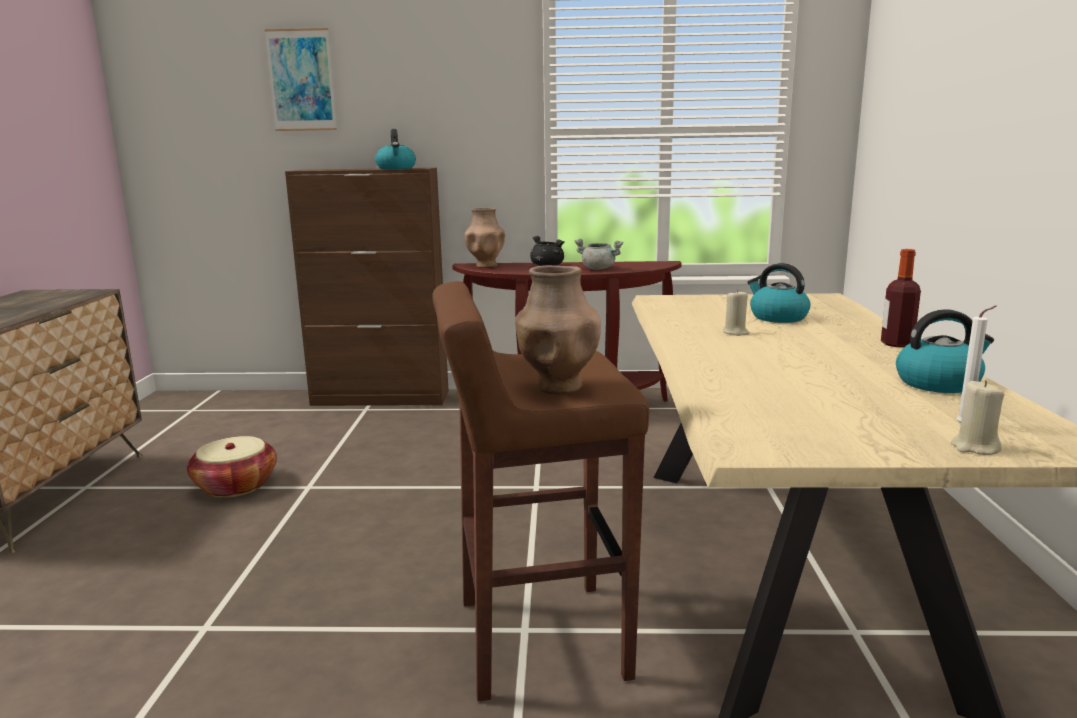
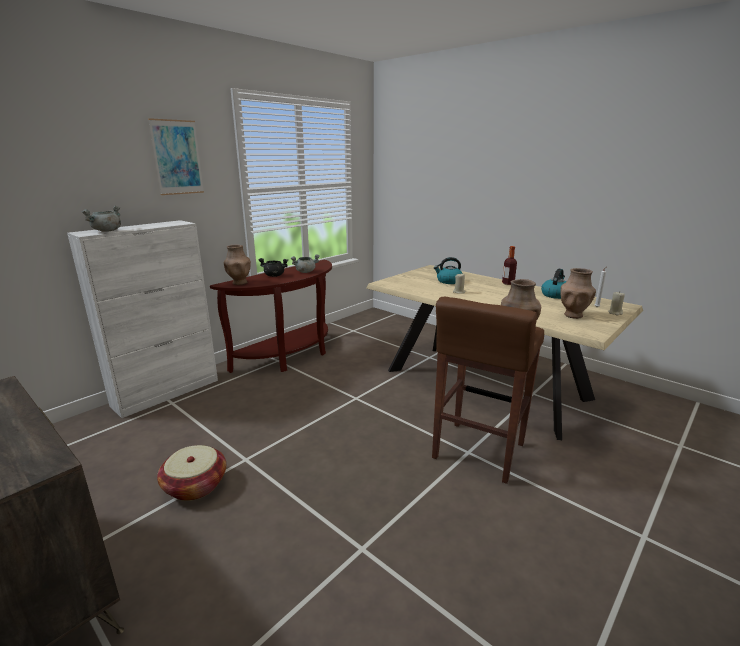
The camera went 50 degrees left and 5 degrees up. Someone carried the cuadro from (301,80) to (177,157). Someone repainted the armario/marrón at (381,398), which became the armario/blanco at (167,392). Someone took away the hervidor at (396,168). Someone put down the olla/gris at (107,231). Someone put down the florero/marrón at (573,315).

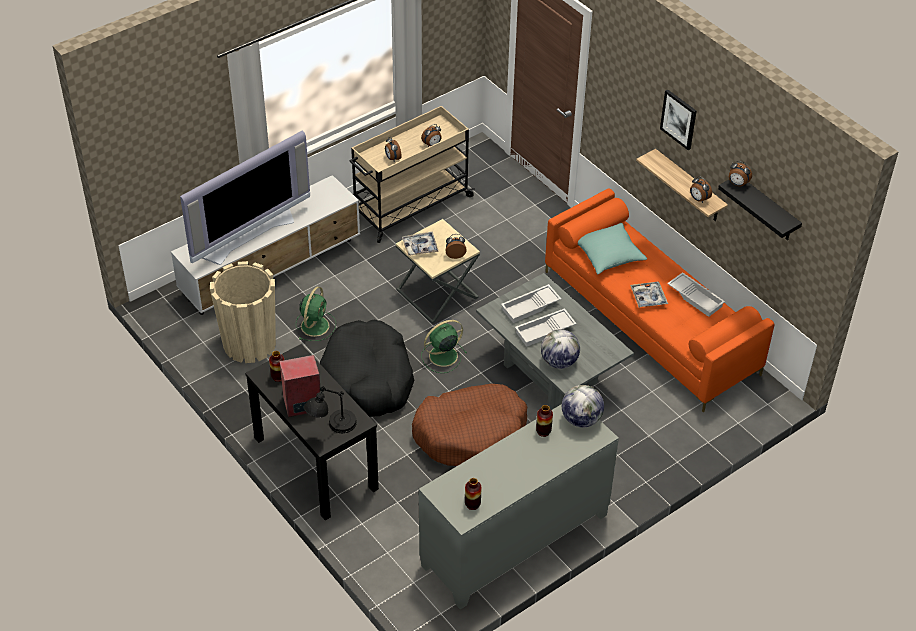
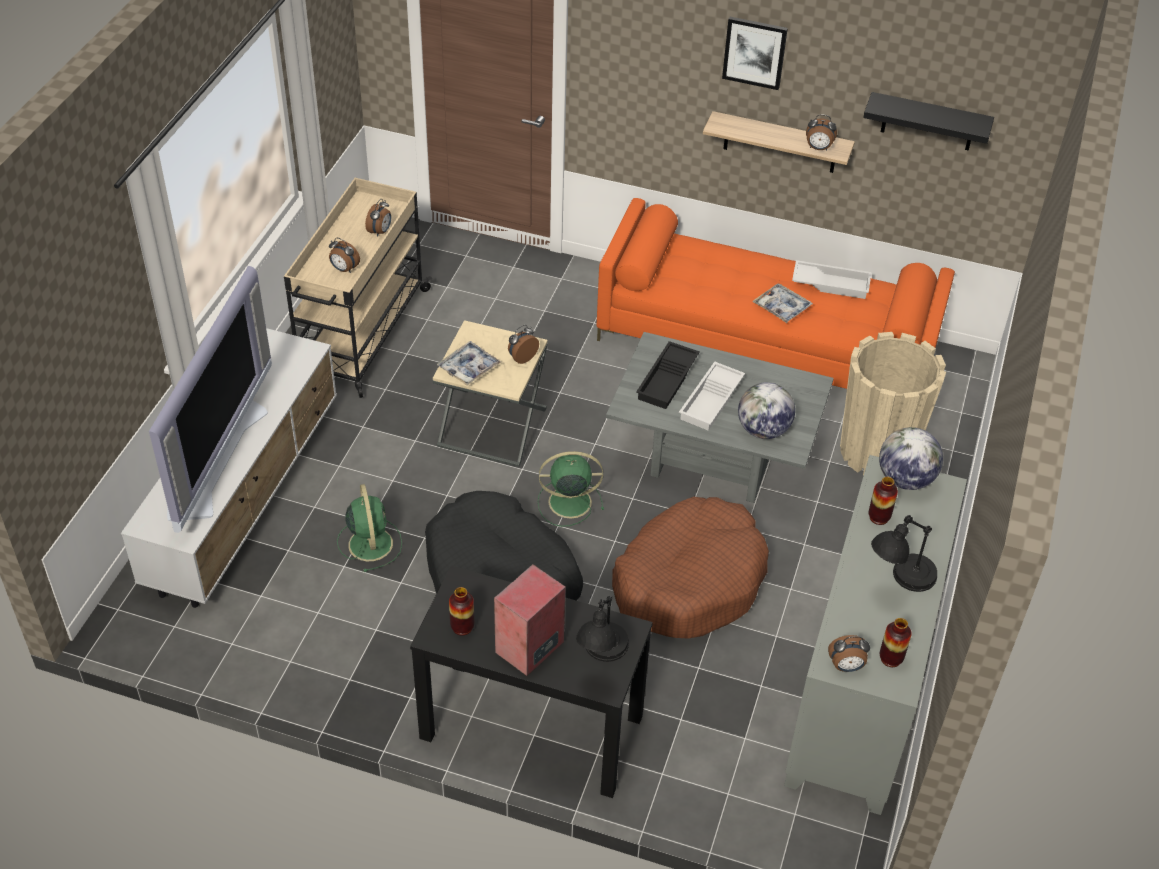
The camera went 35 degrees left and 0 degrees up. Someone carried the maceta/beis from (249,343) to (877,451). Someone rotated the ventilador/verde at (442,356) by 60 degrees clockwise. Someone repainted the bandeja/blanco at (530,307), which became the bandeja/negro at (668,380). Someone took away the cojín/turquesa at (609,256). Someone carried the despertador from (737,184) to (846,667). Someone put down the lámpara de mesa/negro at (899,583).

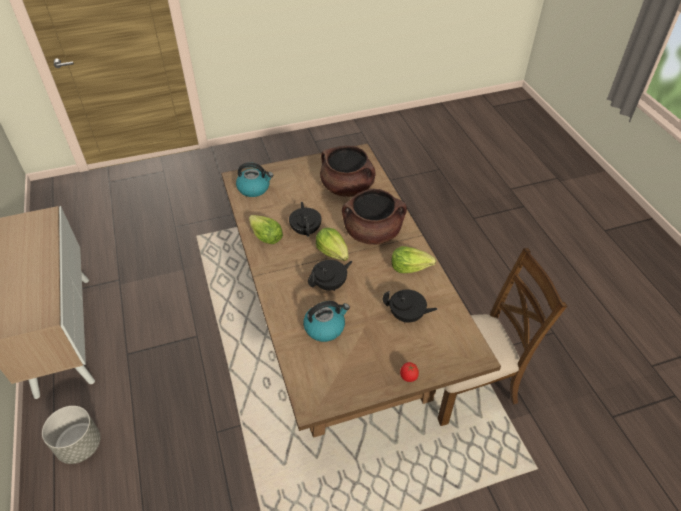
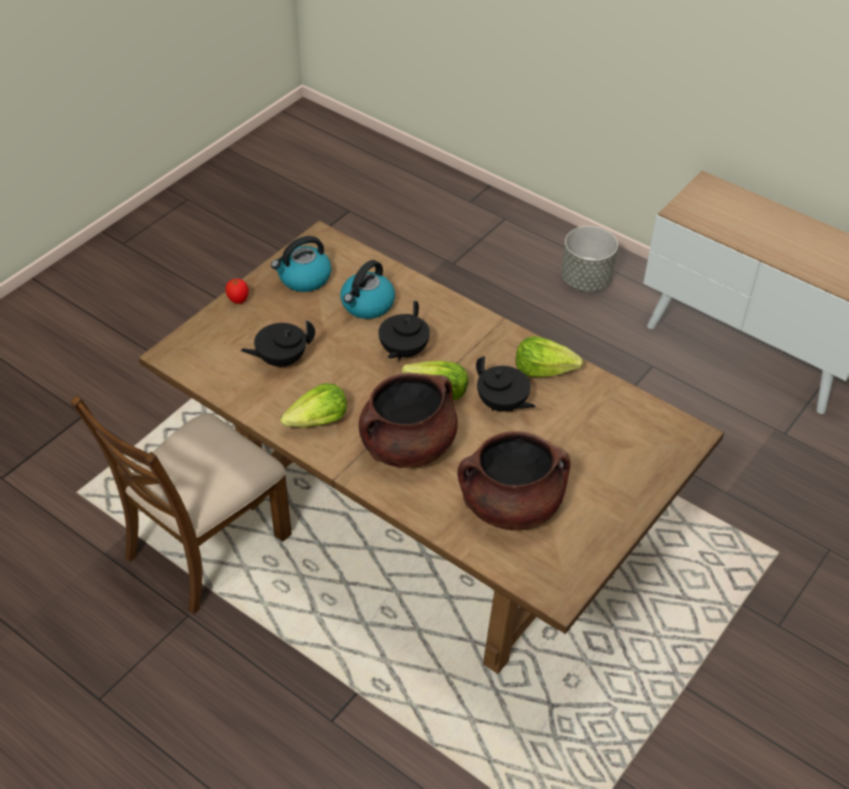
The camera went 145 degrees right and 0 degrees up. Someone carried the hervidor from (254,188) to (304,278).

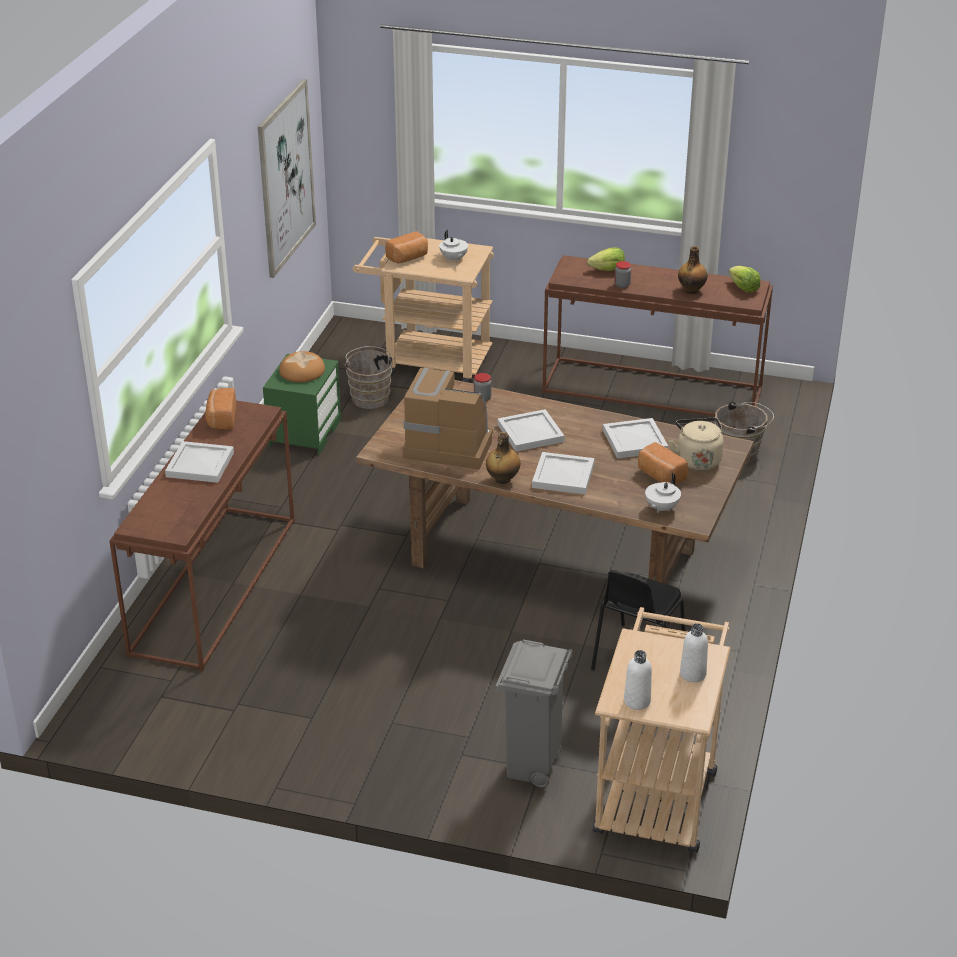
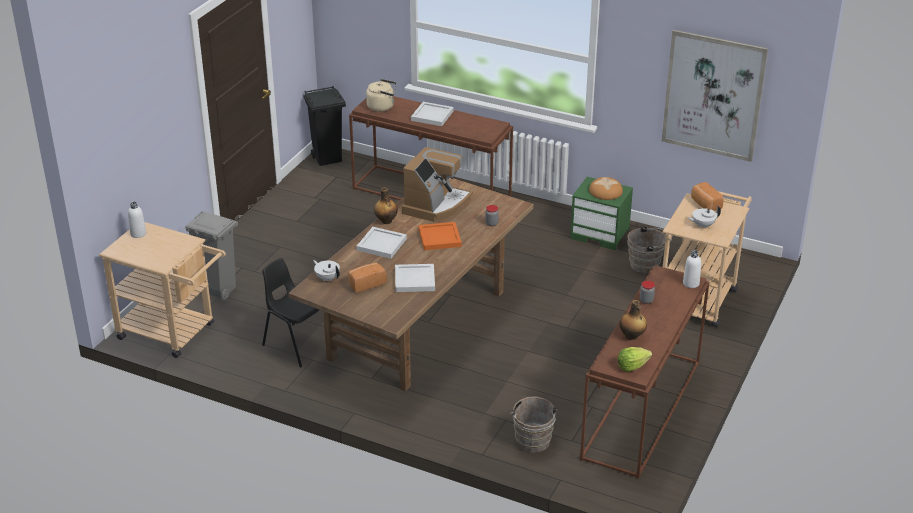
The camera went 100 degrees right and 0 degrees up. Someone took away the pan at (221,419). Someone repainted the bandeja/blanco at (530,433), which became the bandeja/naranja at (439,237). Someone took away the lechuga at (608,270). Someone carried the hervidor/beis from (697,460) to (382,107). Someone carried the botella/blanco from (693,674) to (691,283). Someone put down the papelera/negro at (328,159).

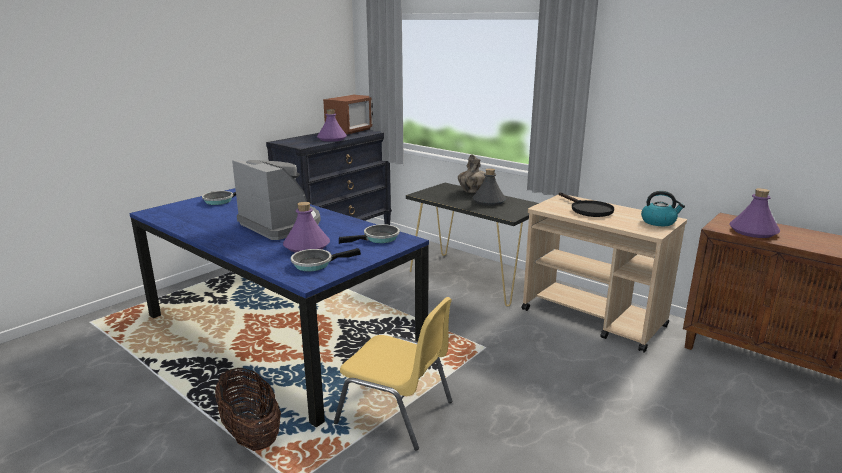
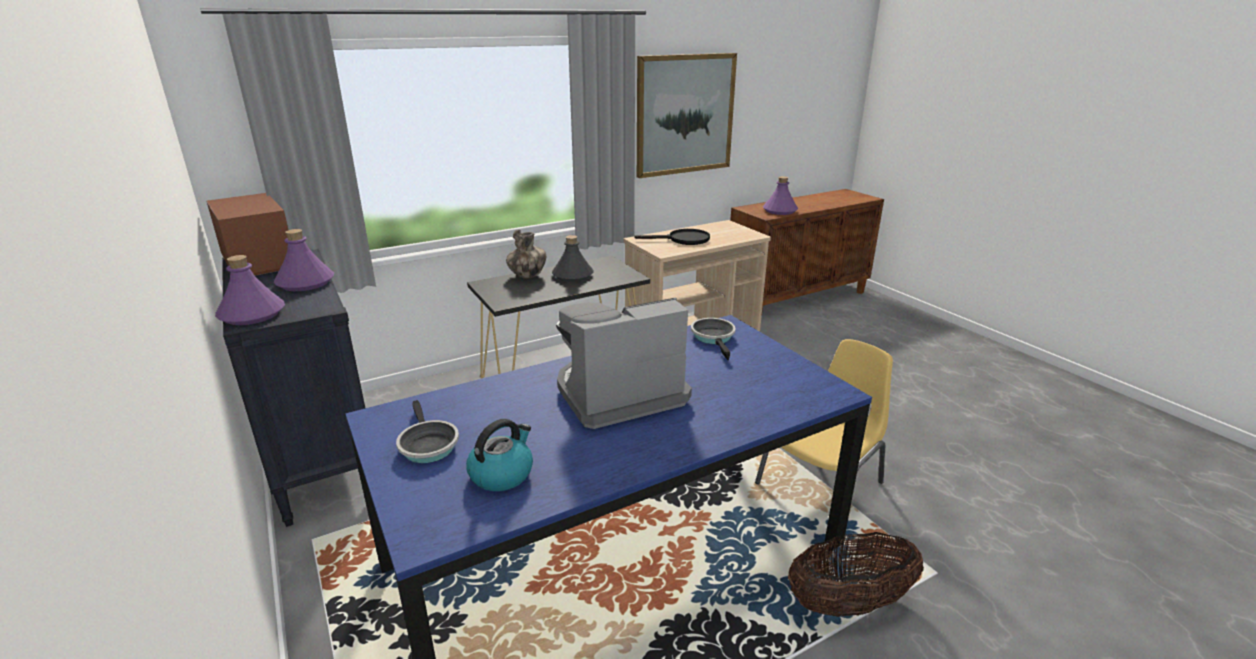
The camera went 70 degrees left and 5 degrees up. Someone carried the botella/morado from (307,246) to (252,314). Someone took away the sartén at (315,264). Someone carried the hervidor from (659,222) to (502,474). Someone put up the cuadro at (685,115).

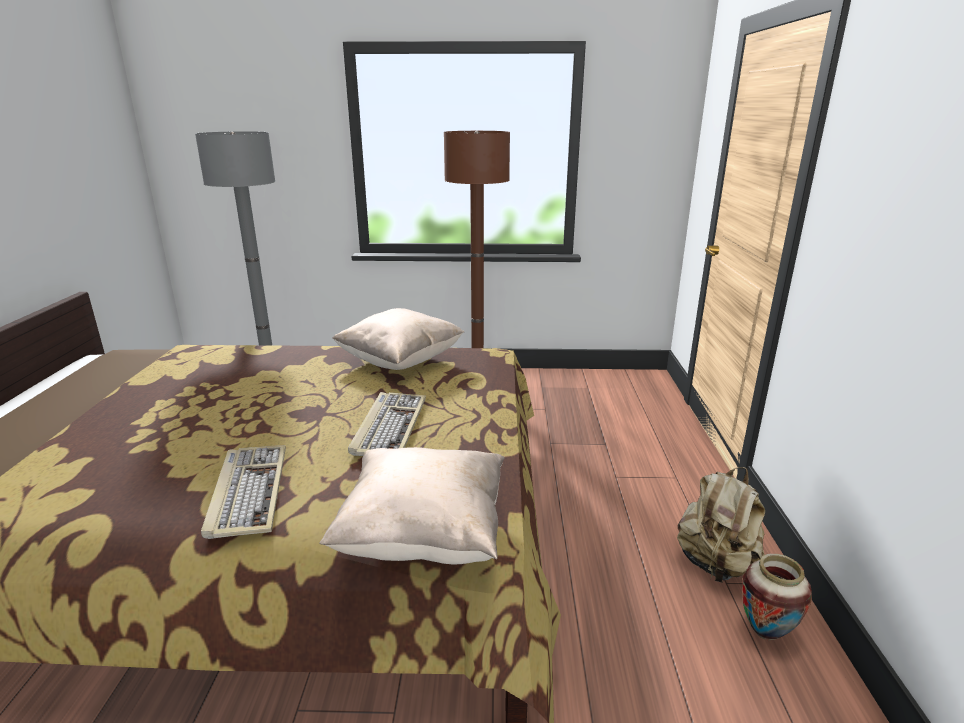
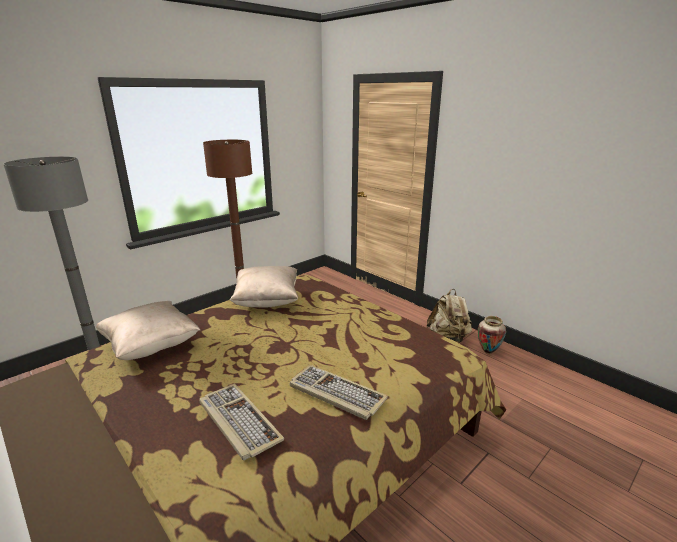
The camera went 45 degrees left and 0 degrees up. Someone carried the cojín/beis from (424,535) to (151,346). Someone carried the teclado from (389,427) to (238,422).

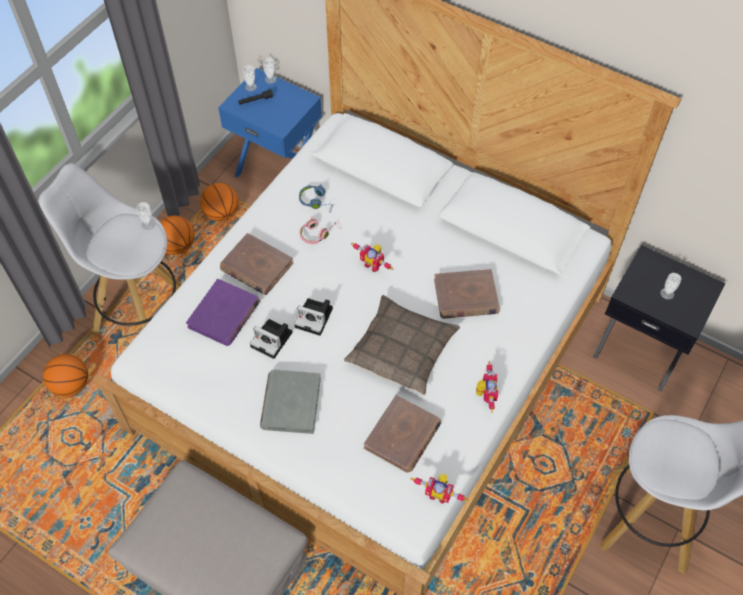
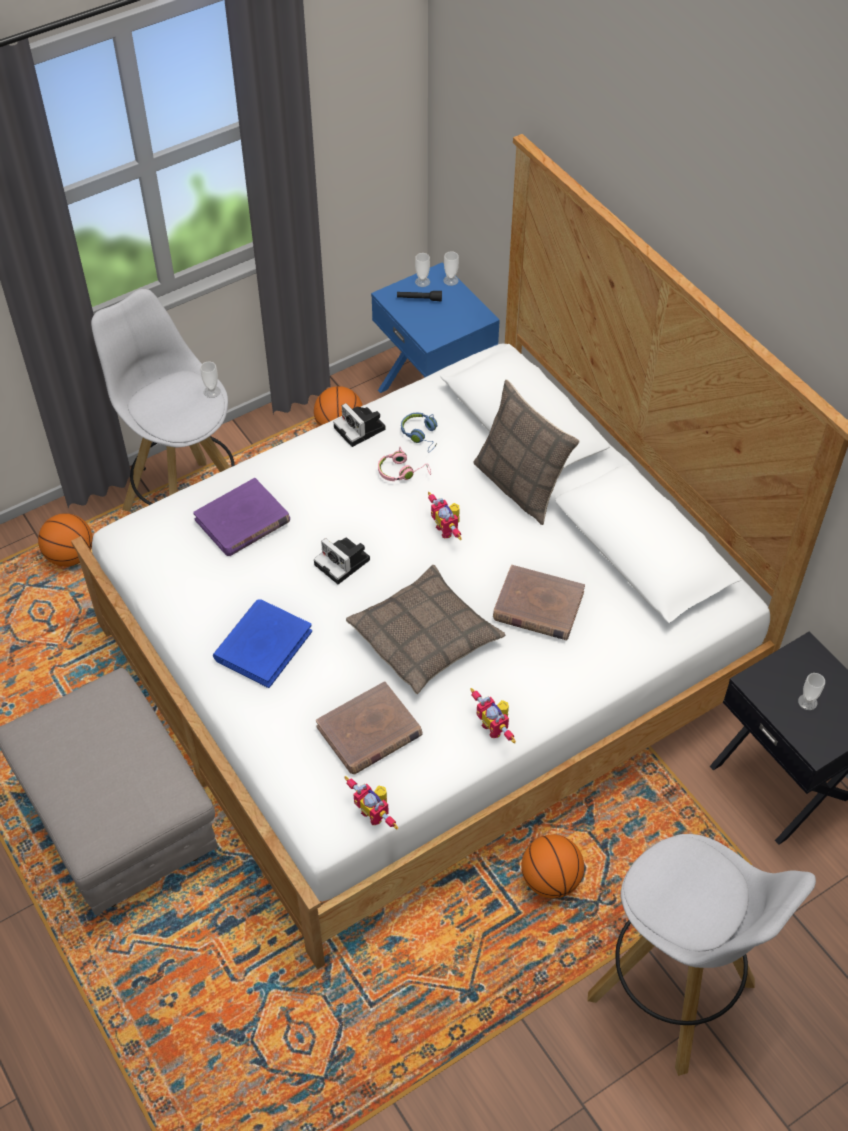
The camera went 25 degrees right and 5 degrees down. Someone carried the balón de baloncesto from (178,246) to (550,880). Someone took away the libro/marrón at (256,267). Someone carried the cámara from (273,340) to (361,429). Someone repainted the libro/gris at (291,403), which became the libro/azul at (263,645). Someone rotated the robot de juguete at (485,395) by 120 degrees clockwise. Someone put down the cojín at (520,486).

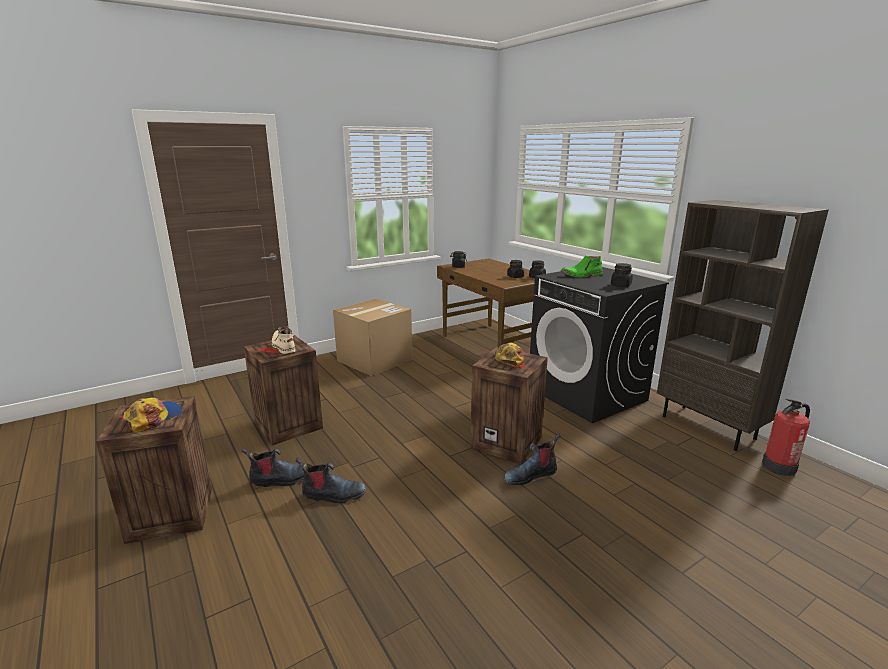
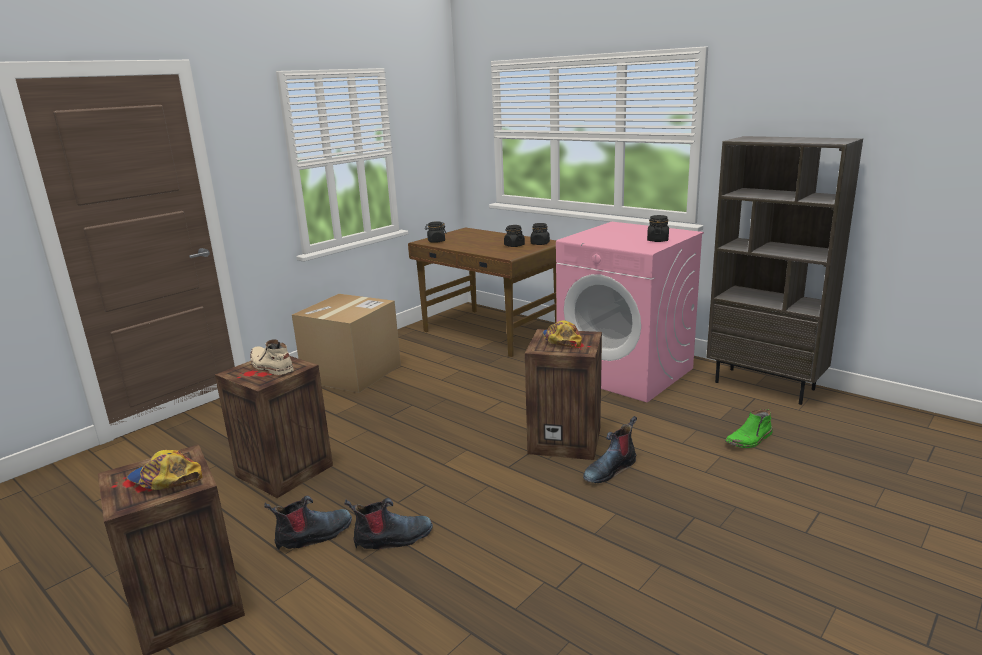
The camera went 15 degrees left and 0 degrees up. Someone rotated the gorra at (154,418) by 75 degrees counterclockwise. Someone repainted the lavadora/negro at (587,394), which became the lavadora/rosa at (626,372). Someone carried the bota/verde from (581,275) to (749,440). Someone took away the extintor at (779,466).

